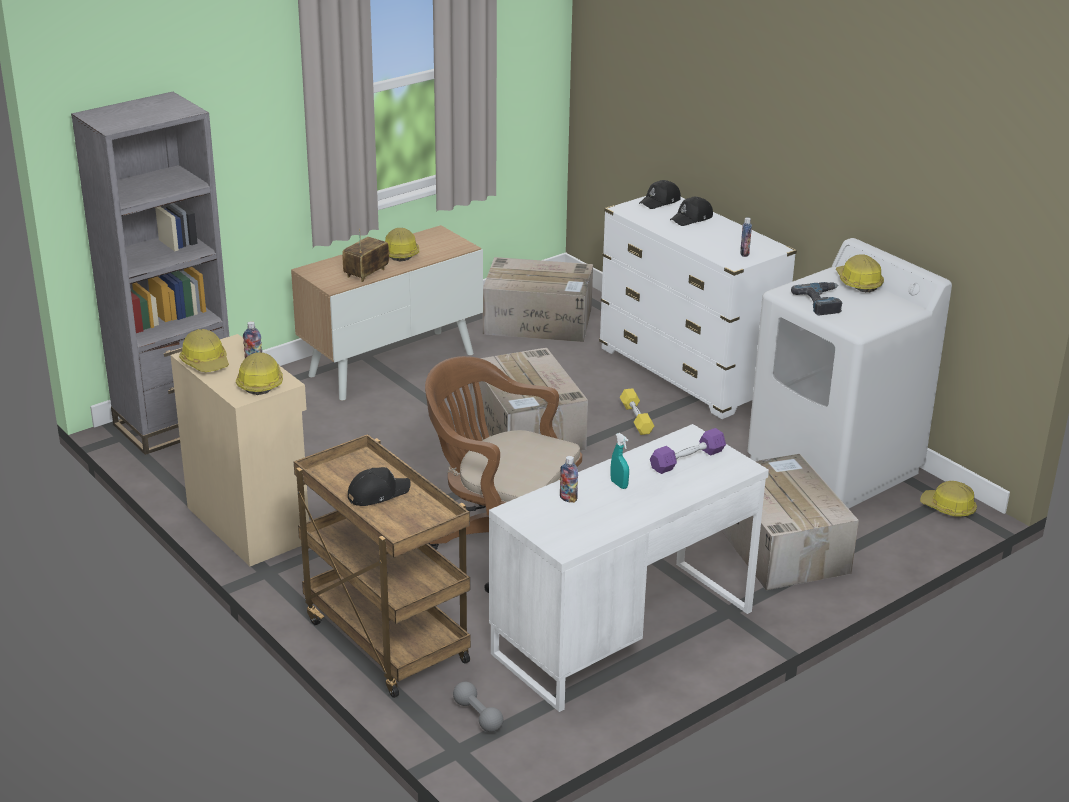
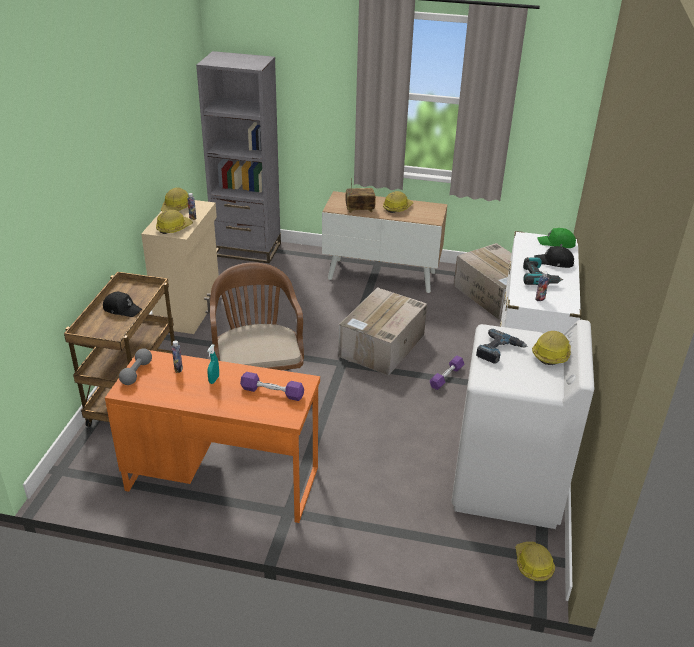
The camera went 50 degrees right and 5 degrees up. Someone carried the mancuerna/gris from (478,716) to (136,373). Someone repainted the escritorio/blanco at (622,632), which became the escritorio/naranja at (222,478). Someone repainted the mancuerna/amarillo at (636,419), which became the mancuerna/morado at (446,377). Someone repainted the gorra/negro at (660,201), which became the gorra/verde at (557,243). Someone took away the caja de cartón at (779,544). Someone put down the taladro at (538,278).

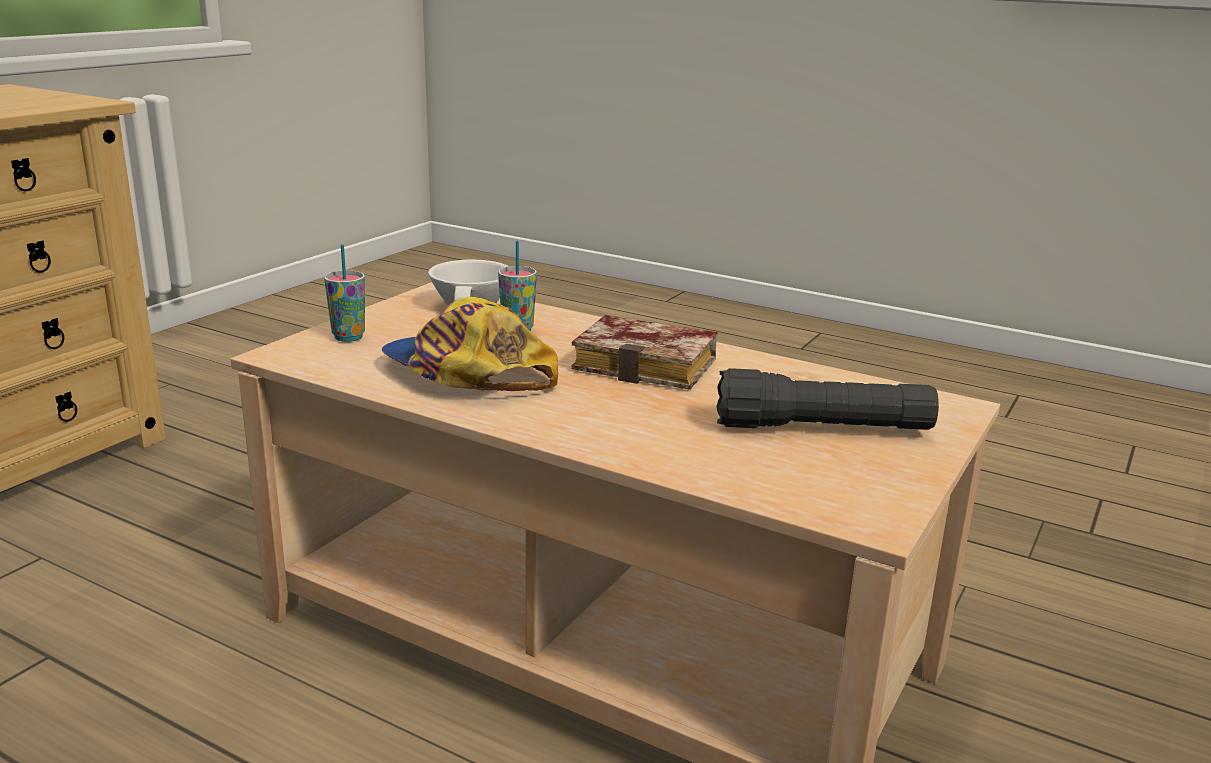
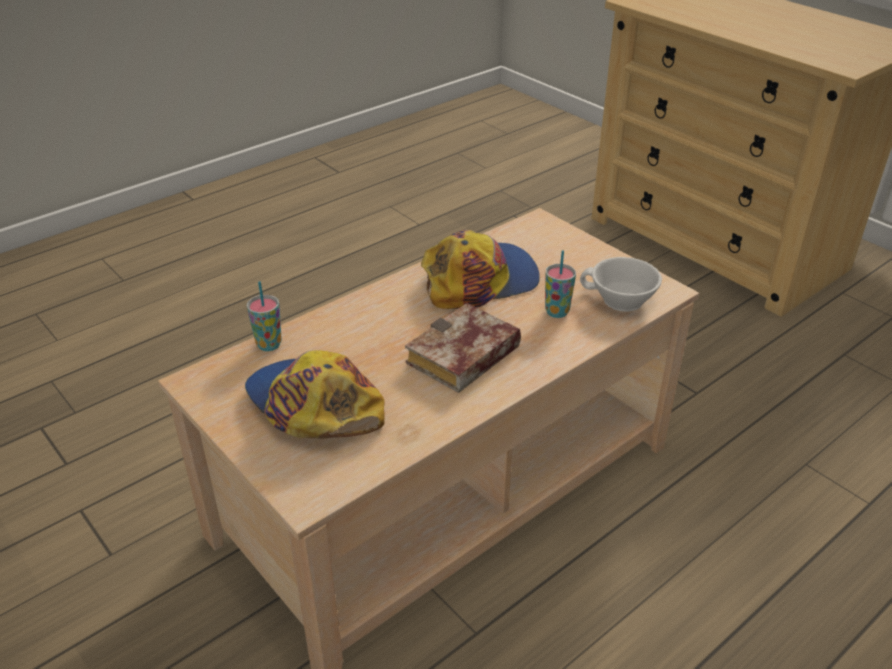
The camera went 110 degrees right and 15 degrees up. Someone carried the taza from (348,337) to (269,345). Someone swapped the linterna/negro at (822,429) for the gorra at (313,406).

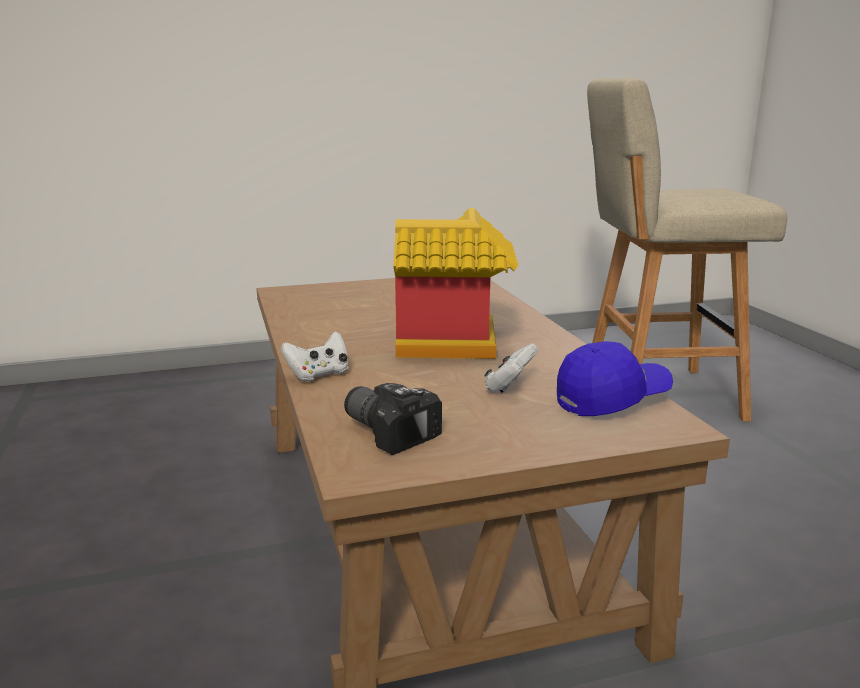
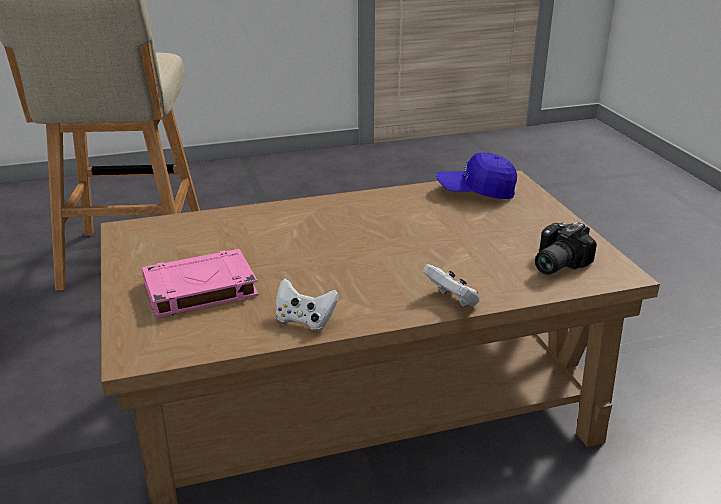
The camera went 90 degrees left and 10 degrees up. Someone took away the casita at (455,346). Someone carried the mando de consola/blanco from (510,386) to (305,320). Someone rotated the gorra/azul at (612,399) by 60 degrees counterclockwise. Someone put down the libro/rosa at (199,289).

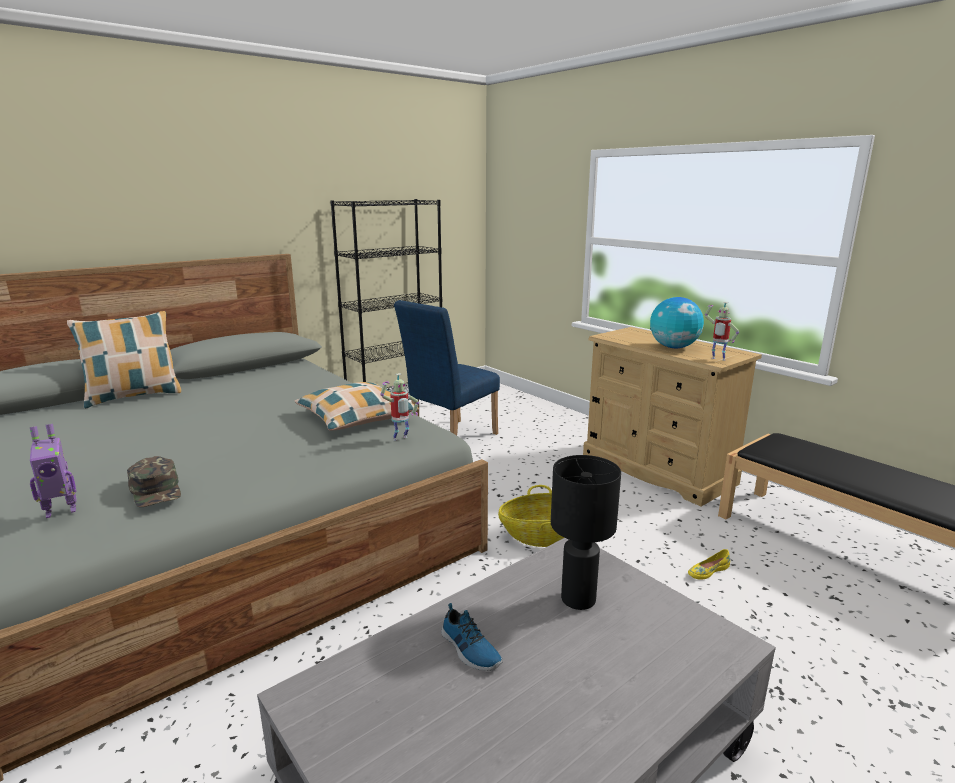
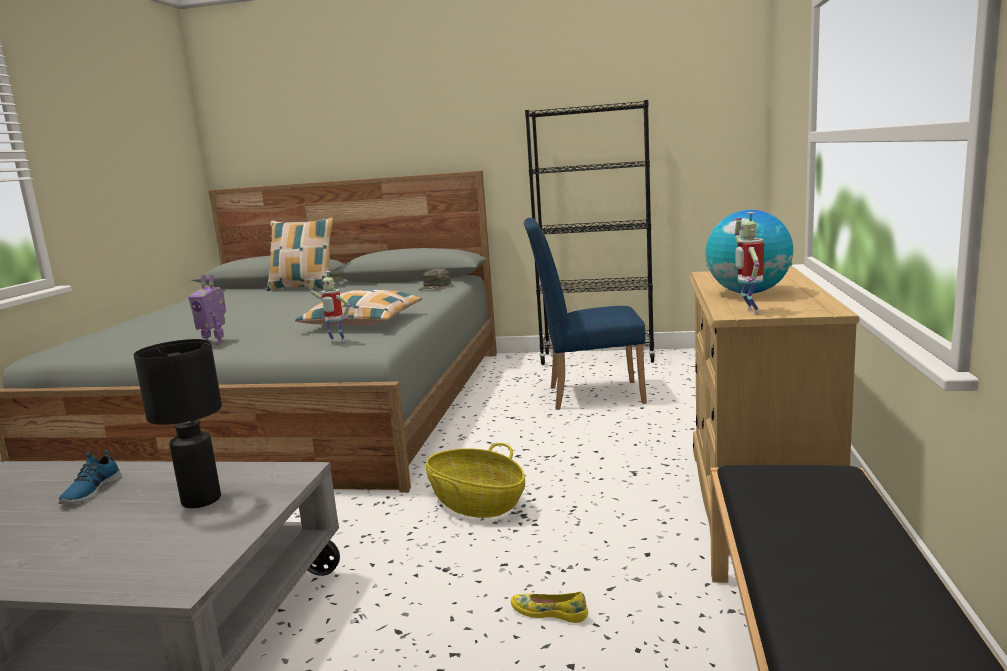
The camera went 50 degrees right and 5 degrees down. Someone carried the robot de juguete from (61,510) to (215,342). Someone carried the gorra/verde from (156,490) to (435,286).

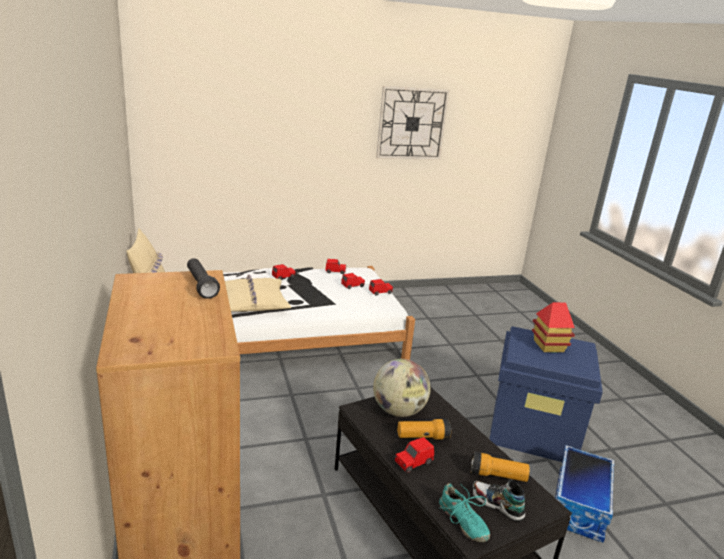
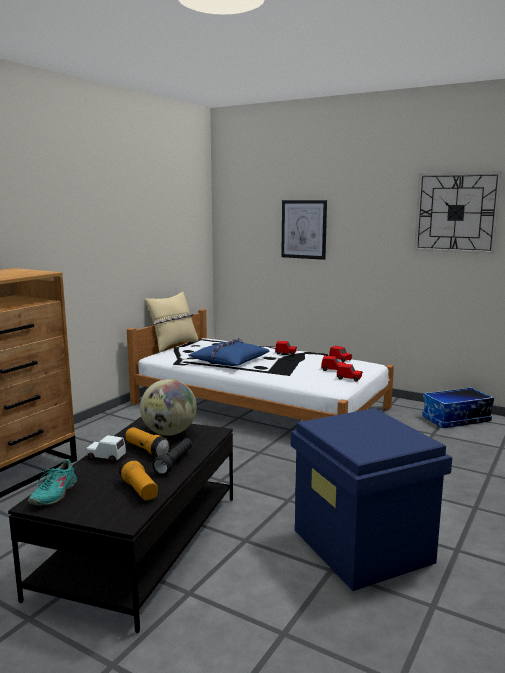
The camera went 50 degrees right and 10 degrees down. Someone carried the linterna/negro from (201,285) to (174,463). Someone repainted the cojín/beis at (253,302), which became the cojín/azul at (229,361). Someone repainted the coche de juguete/rojo at (413,463), which became the coche de juguete/blanco at (106,457). Someone took away the zapato at (497,505). Someone took away the casita at (548,346). Someone carried the caja de almacenaje from (580,506) to (456,419). Someone put up the cuadro at (304,229).

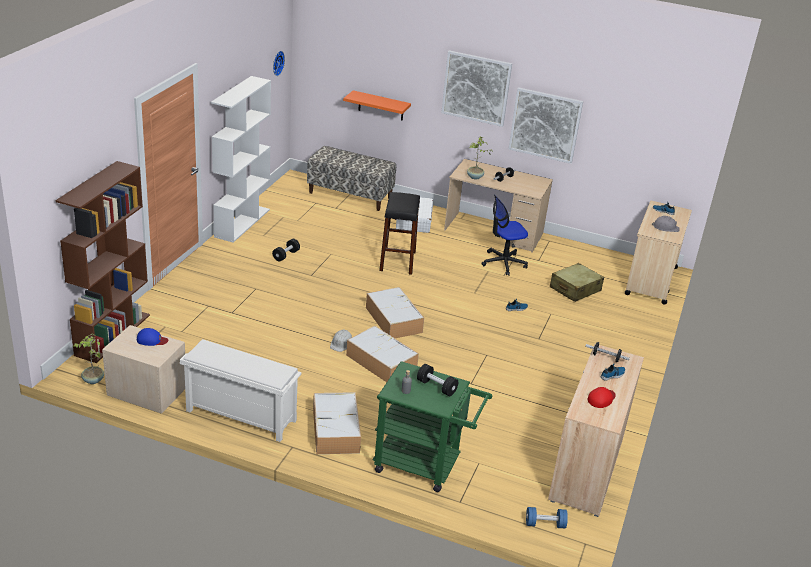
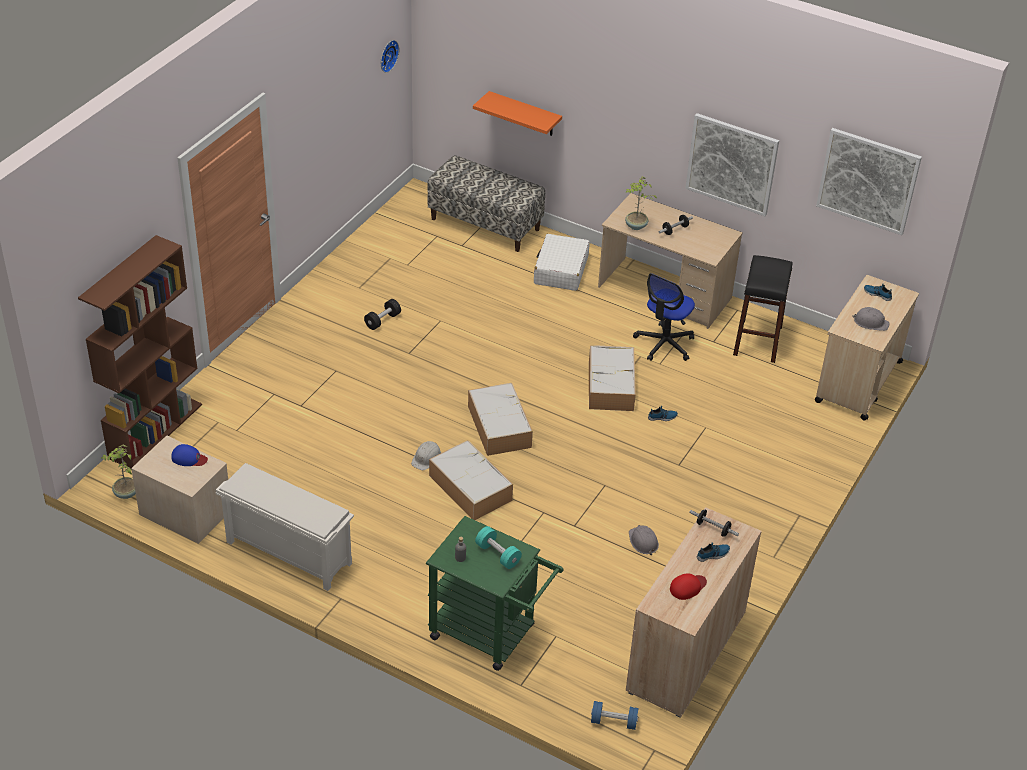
The camera went 10 degrees right and 10 degrees up. Someone took away the estantería/blanco at (242,223). Someone carried the caja de almacenaje from (336,431) to (611,386). Someone carried the taburete/negro from (397,261) to (757,341). Someone repainted the mancuerna/negro at (436,387), which became the mancuerna/turquesa at (498,554). Someone carried the cuadro from (476,88) to (868,180). Someone rotated the silla de oficina at (503,263) by 45 degrees counterclockwise. Someone took away the maleta/beis at (575,289). Someone put down the casco/gris at (643,541).

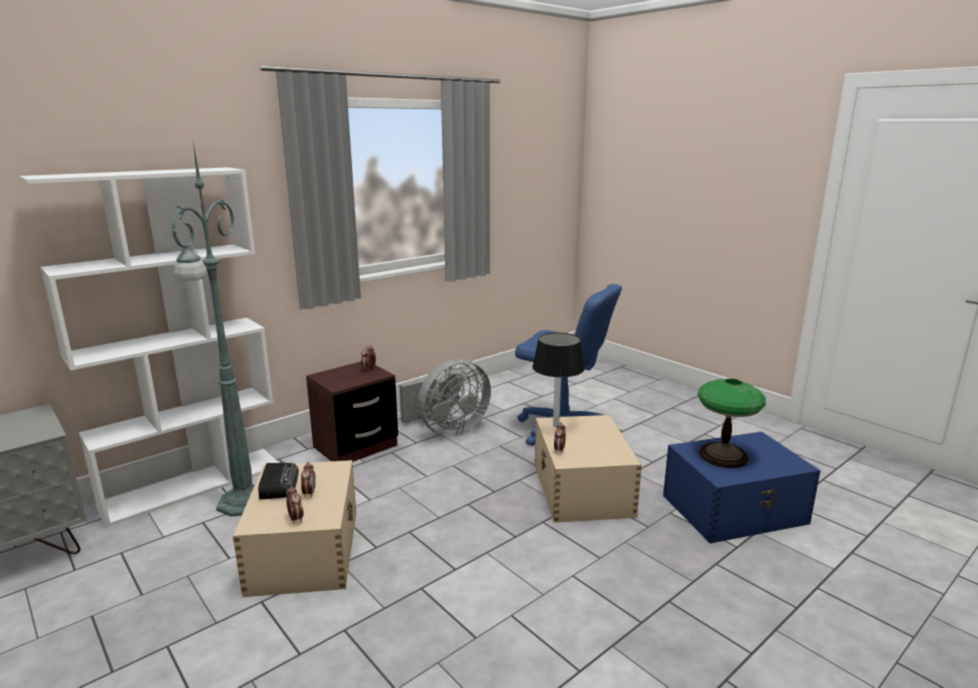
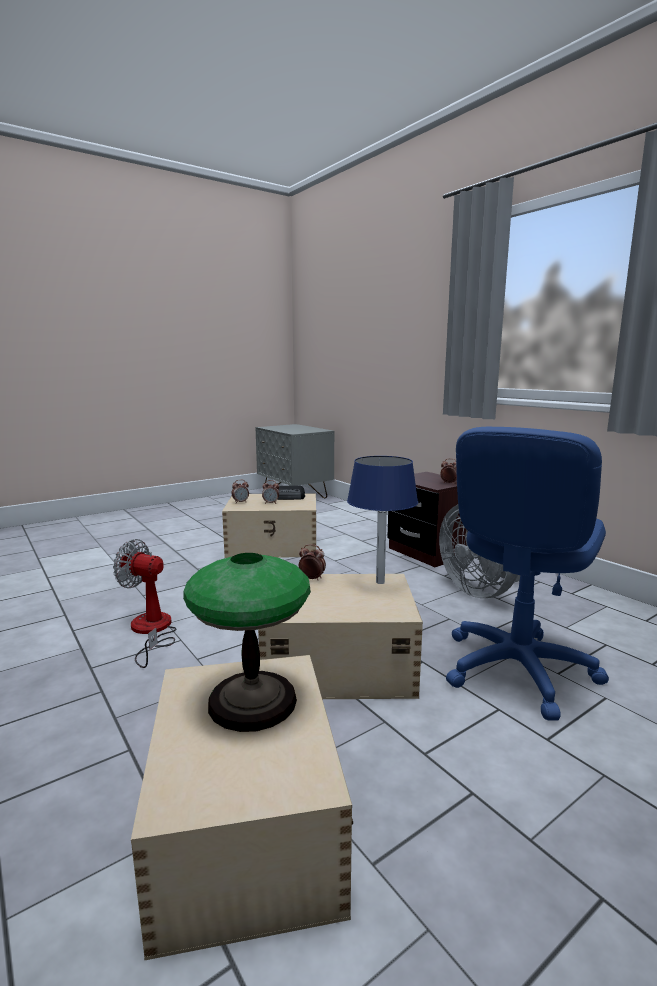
The camera went 95 degrees right and 5 degrees down. Someone took away the estantería/blanco at (194,484). Someone took away the lámpara de pie/verde at (243,503). Someone repainted the lámpara de mesa/negro at (556,425), which became the lámpara de mesa/azul at (380,582). Someone repainted the caja de almacenaje/azul at (735,509), which became the caja de almacenaje/beis at (245,827). Someone put down the ventilador at (151,631).

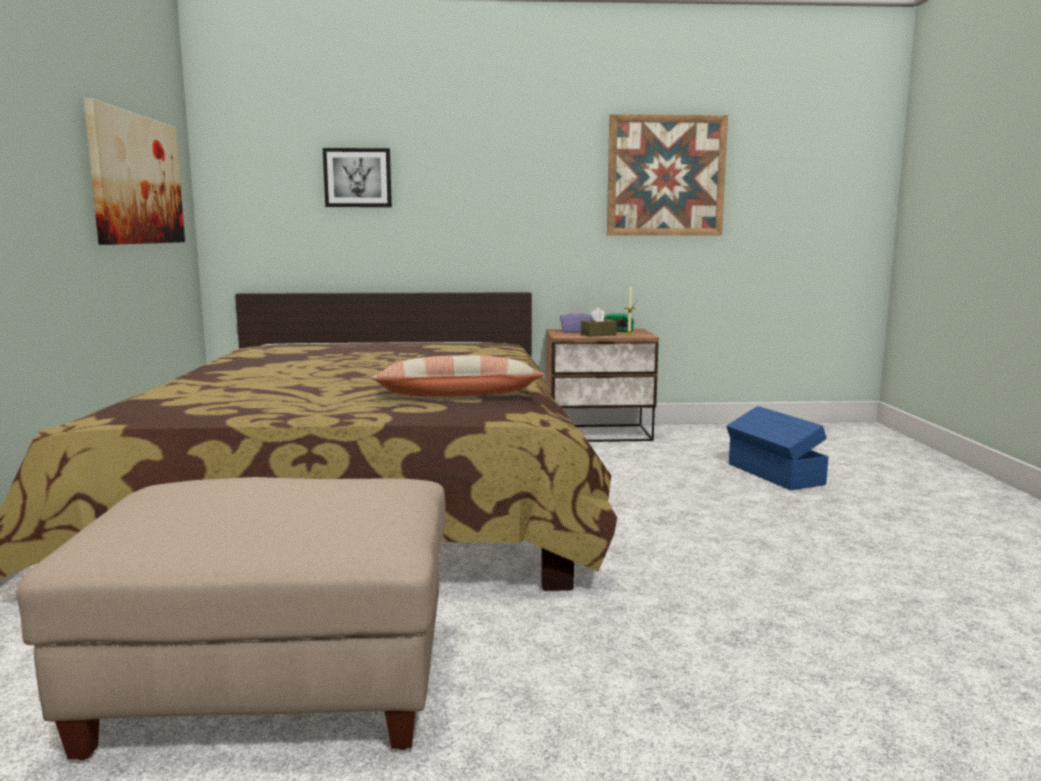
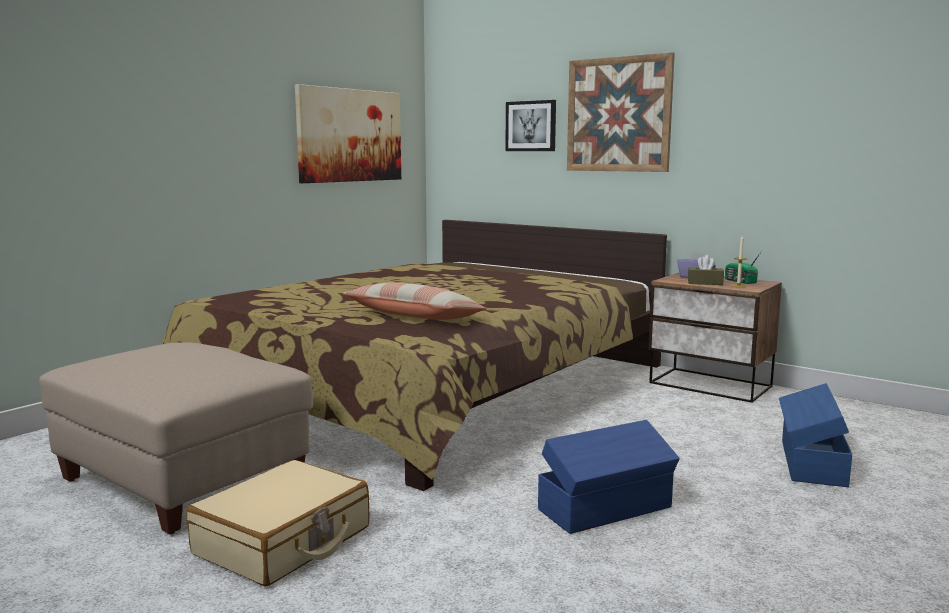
The camera went 40 degrees right and 0 degrees up. Someone carried the cuadro from (666,176) to (618,115). Someone put down the maleta/beis at (283,541). Someone put down the caja de almacenaje/azul at (607,509).

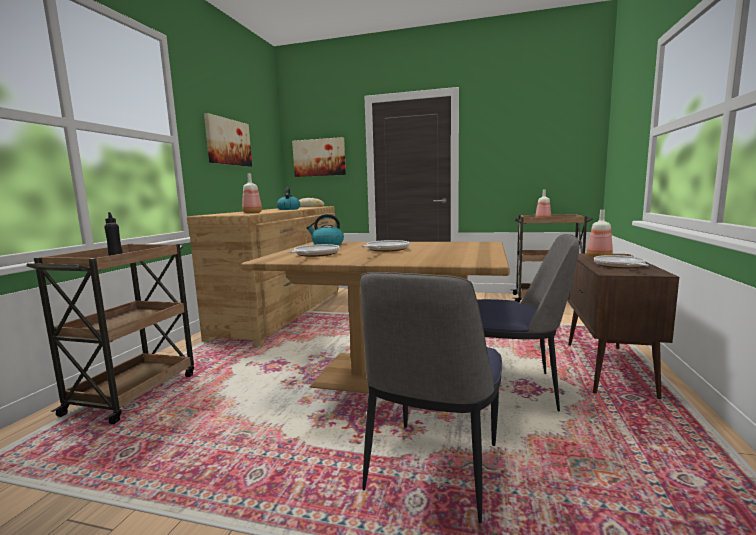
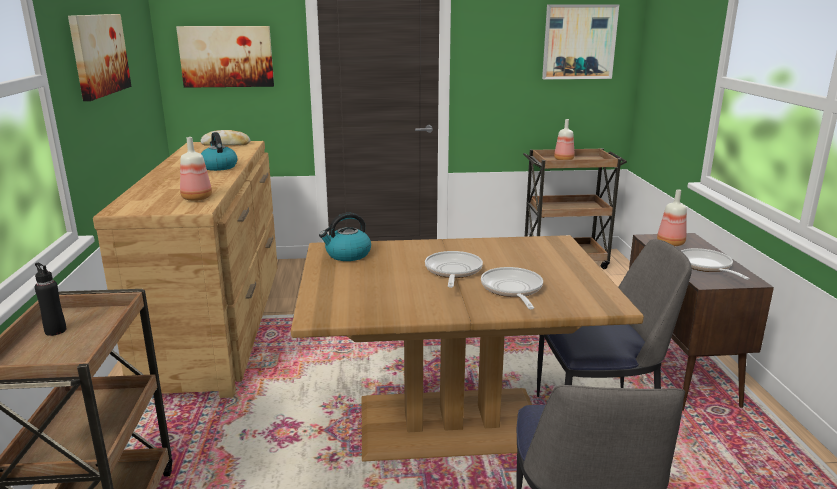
The camera went 20 degrees left and 10 degrees up. Someone carried the sartén from (315,255) to (512,290). Someone put up the cuadro at (579,42).

